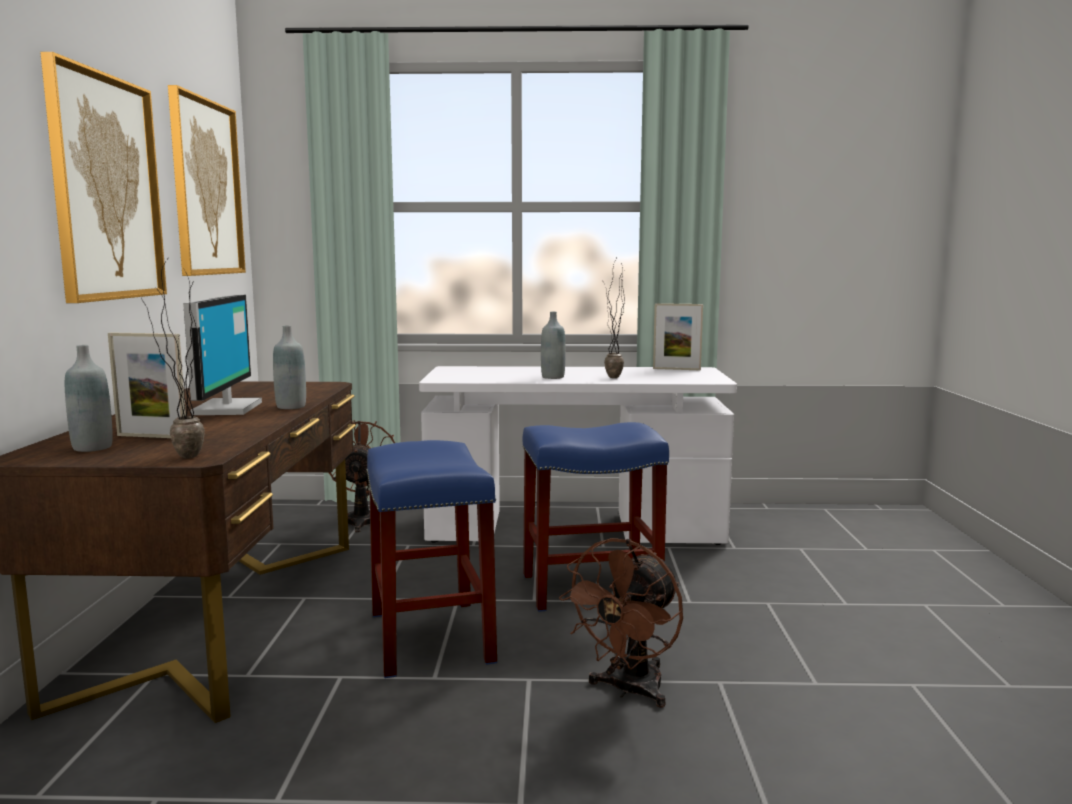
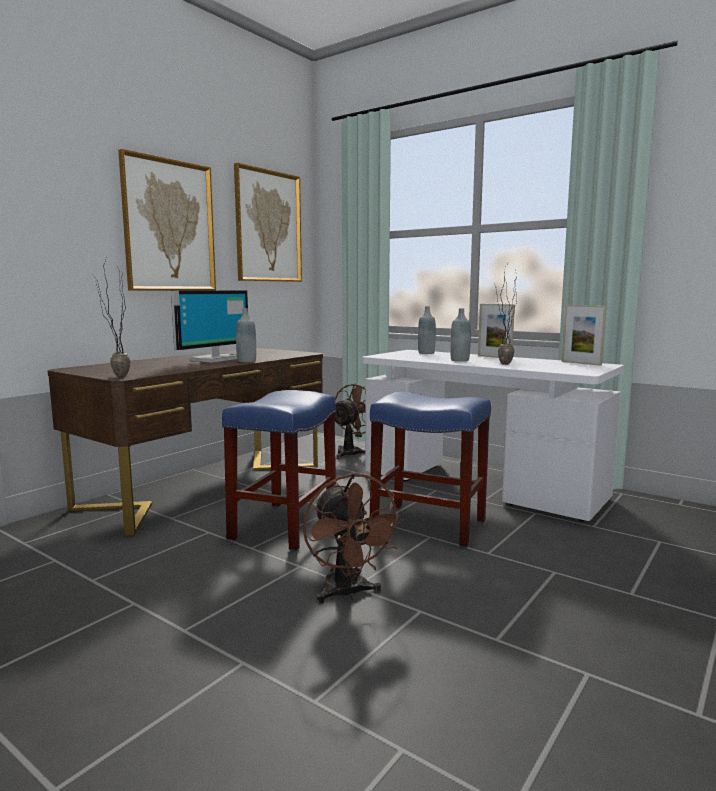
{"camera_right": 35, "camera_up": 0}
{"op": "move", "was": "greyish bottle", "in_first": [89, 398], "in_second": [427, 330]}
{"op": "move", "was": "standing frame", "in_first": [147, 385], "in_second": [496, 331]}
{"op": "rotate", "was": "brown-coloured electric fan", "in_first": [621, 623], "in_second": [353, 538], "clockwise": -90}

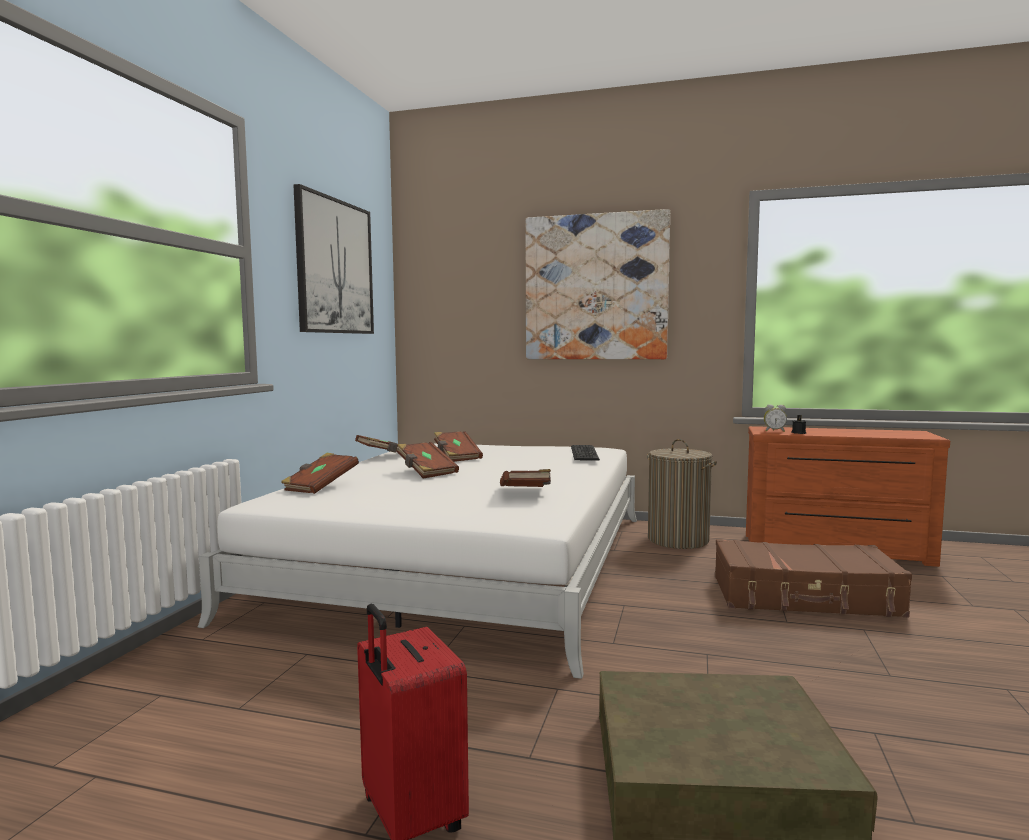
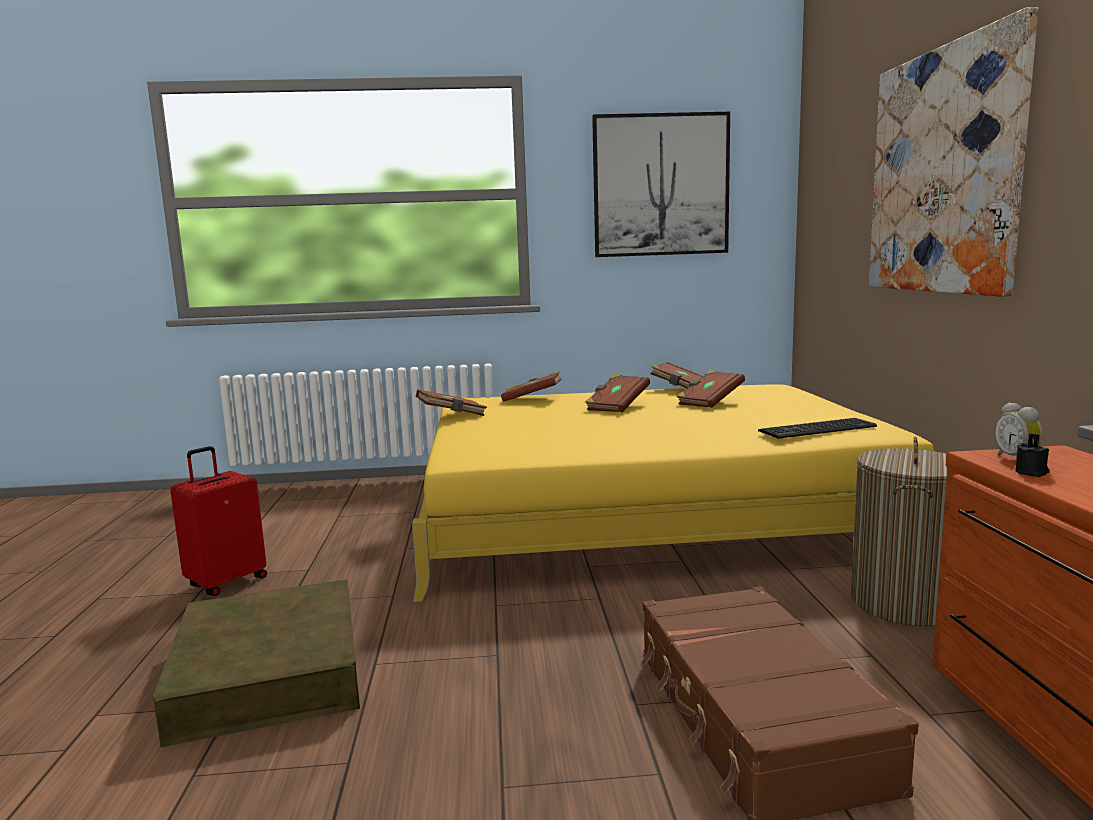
{"camera_right": 70, "camera_up": 5}
{"op": "recolor", "was": "whitish bed", "now": "yellow-coloured bed", "in_first": [417, 561], "in_second": [673, 493]}
{"op": "move", "was": "brown-coloured bound book", "in_first": [525, 478], "in_second": [451, 402]}

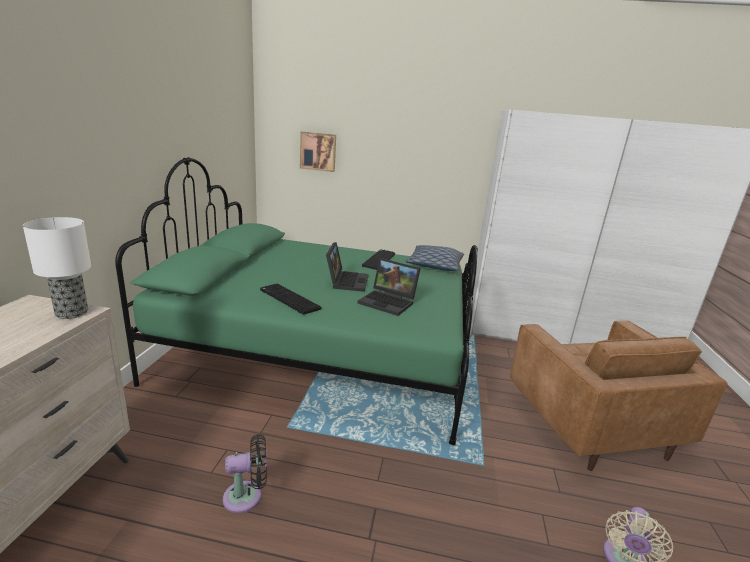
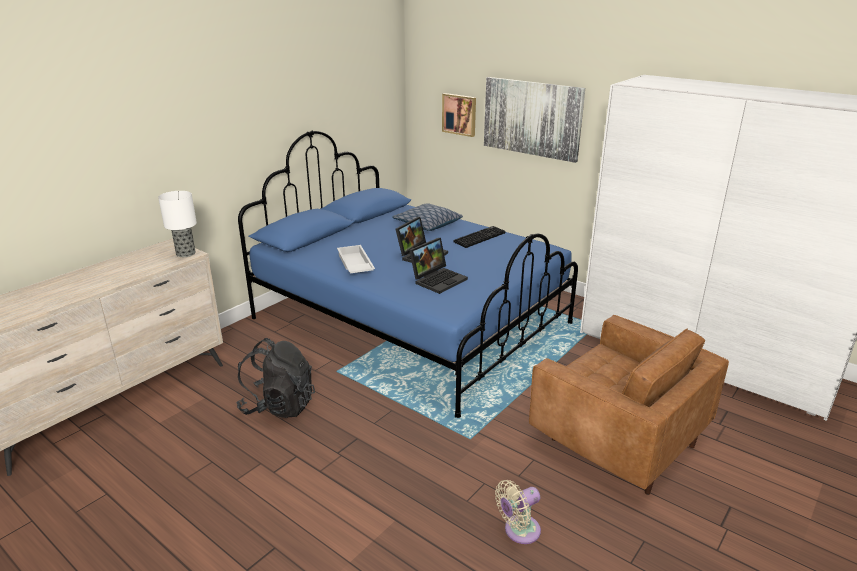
{"camera_right": 30, "camera_up": 5}
{"op": "recolor", "was": "greenish bed", "now": "blue bed", "in_first": [296, 301], "in_second": [408, 274]}
{"op": "replace", "was": "black-coloured electric fan", "now": "black-coloured backpack", "in_first": [245, 473], "in_second": [275, 378]}
{"op": "replace", "was": "computer keyboard", "now": "whitish carrying tray", "in_first": [291, 299], "in_second": [356, 259]}
{"op": "rotate", "was": "portable computer", "in_first": [389, 287], "in_second": [438, 266], "clockwise": -105}
{"op": "move", "was": "cushion", "in_first": [435, 258], "in_second": [427, 217]}
{"op": "rotate", "was": "brown-coloured easy chair", "in_first": [618, 396], "in_second": [629, 405], "clockwise": -60}
{"op": "insert", "now": "picture", "in_second": [534, 120]}

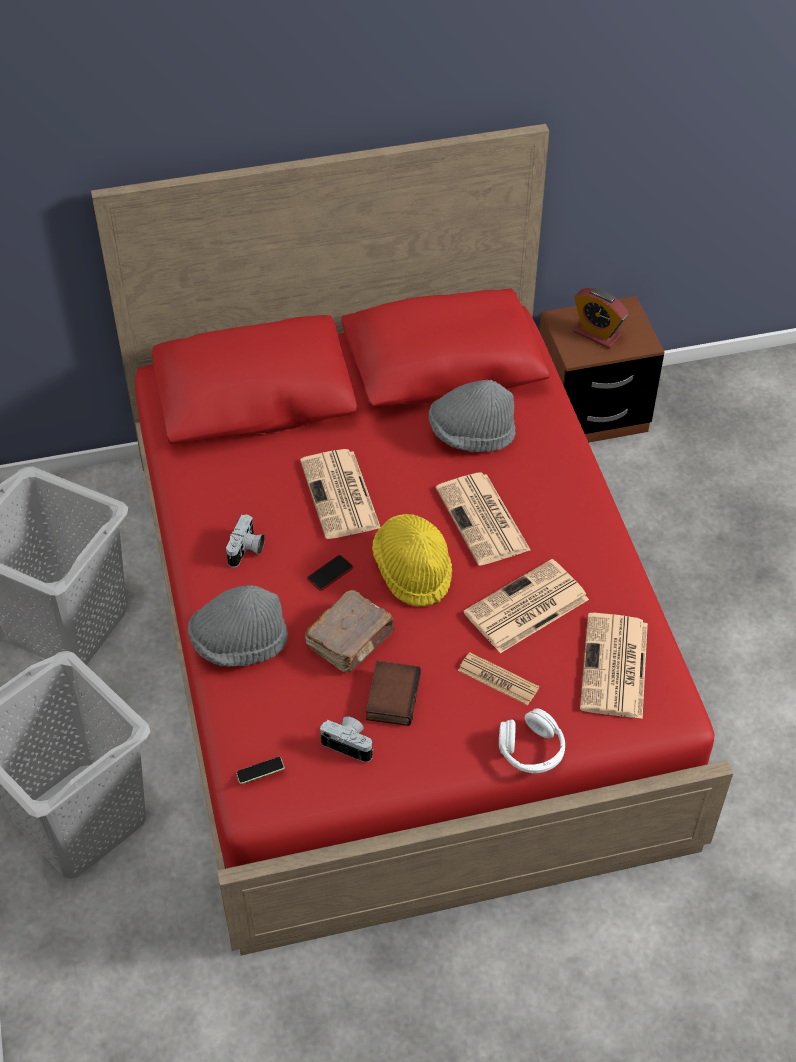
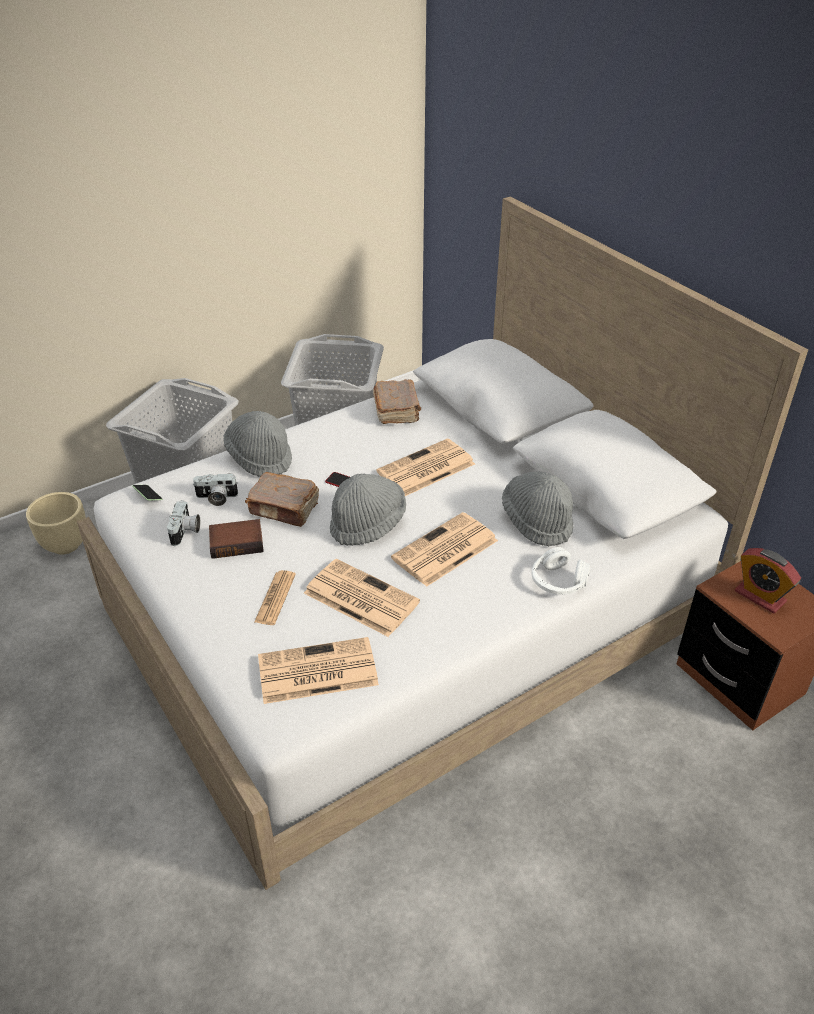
{"camera_right": 70, "camera_up": -10}
{"op": "recolor", "was": "reddish bed", "now": "whitish bed", "in_first": [412, 539], "in_second": [442, 543]}
{"op": "move", "was": "still camera", "in_first": [245, 541], "in_second": [215, 489]}
{"op": "recolor", "was": "yellow-coloured wearable hat", "now": "greyish wearable hat", "in_first": [412, 560], "in_second": [368, 510]}
{"op": "move", "was": "whitish headset", "in_first": [532, 740], "in_second": [561, 571]}
{"op": "rotate", "was": "alarm clock", "in_first": [601, 318], "in_second": [768, 581], "clockwise": -60}
{"op": "insert", "now": "beige-coloured plant pot", "in_second": [56, 523]}
{"op": "insert", "now": "brown-coloured bound book", "in_second": [397, 401]}

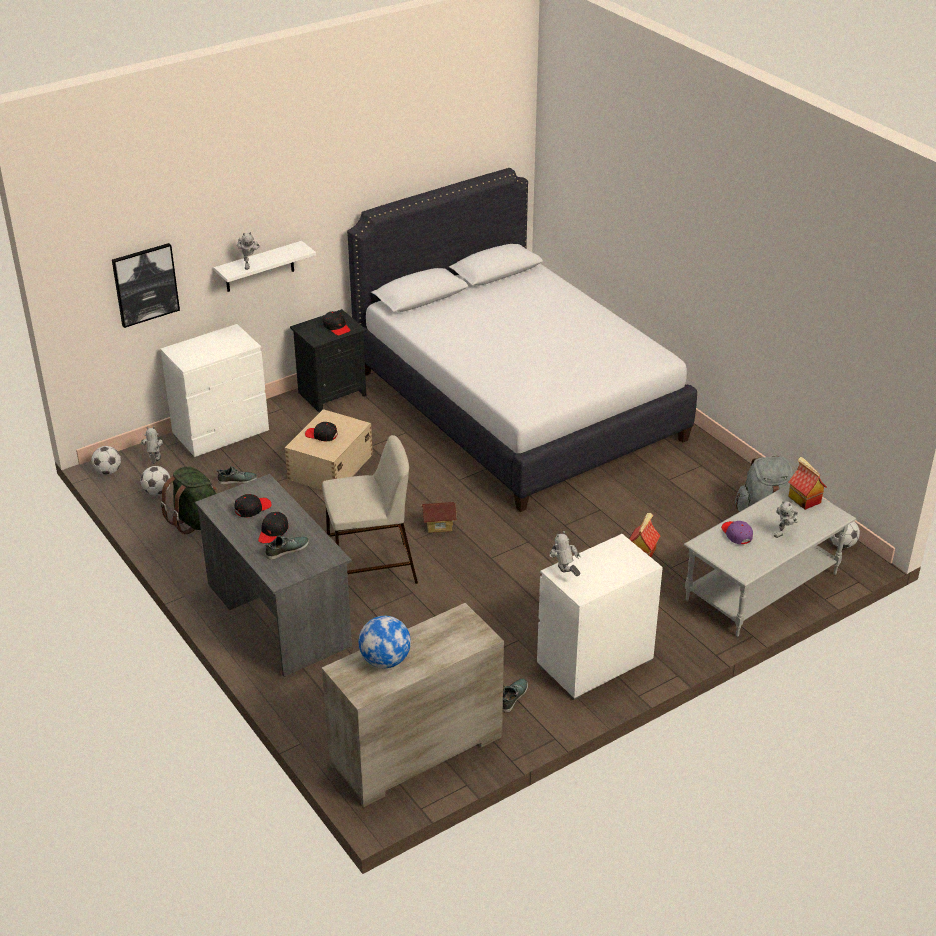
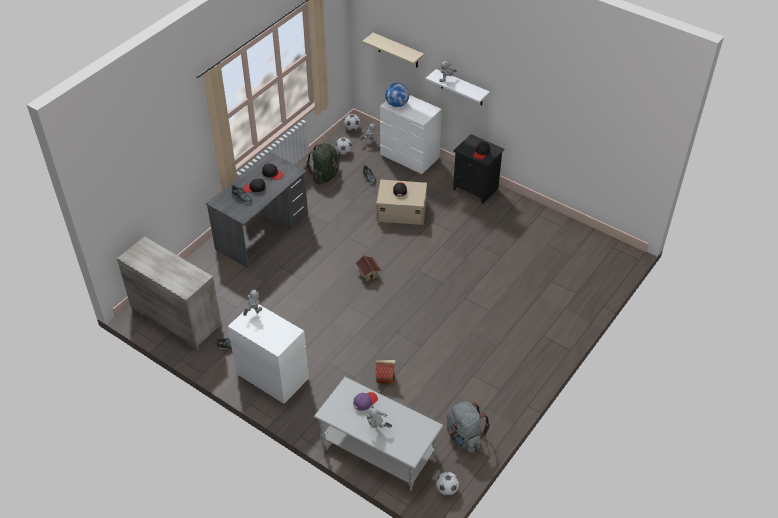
{"camera_right": 70, "camera_up": 10}
{"op": "replace", "was": "picture", "now": "beige-coloured bracket shelf", "in_first": [146, 285], "in_second": [393, 50]}
{"op": "delete", "was": "beige-coloured stool", "in_first": [370, 509]}
{"op": "delete", "was": "whitish bed", "in_first": [522, 340]}
{"op": "move", "was": "desk globe", "in_first": [385, 642], "in_second": [397, 94]}
{"op": "delete", "was": "toy house", "in_first": [807, 483]}

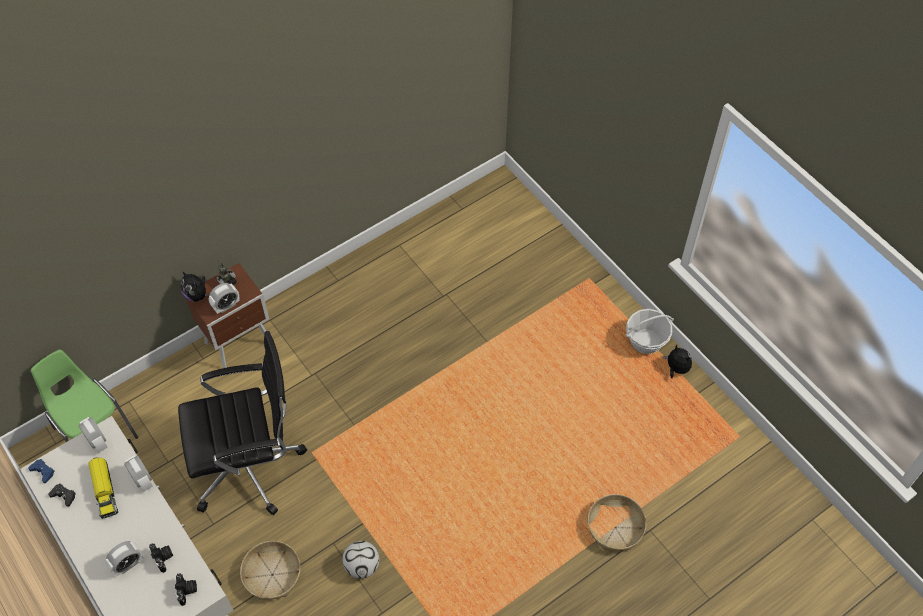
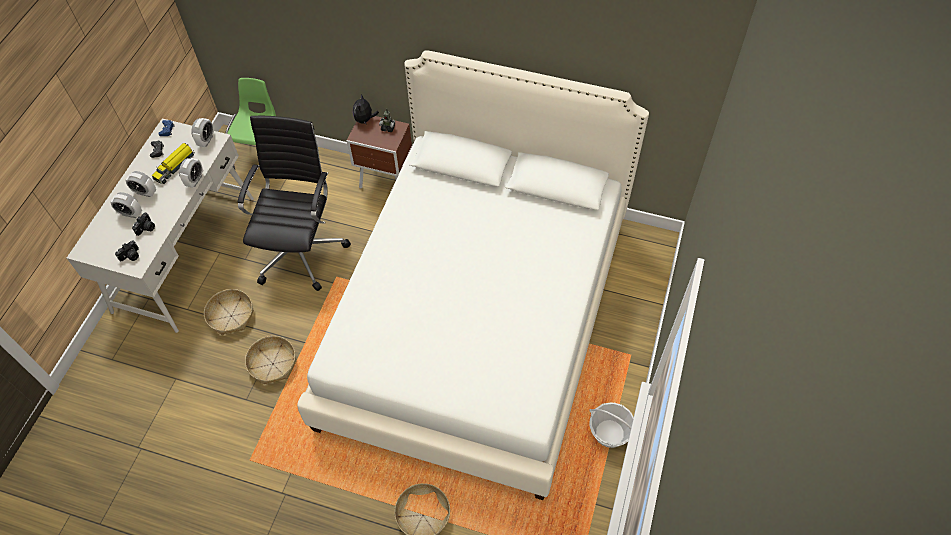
{"camera_right": 55, "camera_up": 0}
{"op": "rotate", "was": "black-coloured computer chair", "in_first": [242, 423], "in_second": [294, 203], "clockwise": -120}
{"op": "move", "was": "alarm clock", "in_first": [224, 298], "in_second": [141, 184]}
{"op": "replace", "was": "football", "now": "basket", "in_first": [361, 560], "in_second": [270, 360]}
{"op": "delete", "was": "plush toy", "in_first": [677, 361]}
{"op": "insert", "now": "whitish bed", "in_second": [473, 275]}

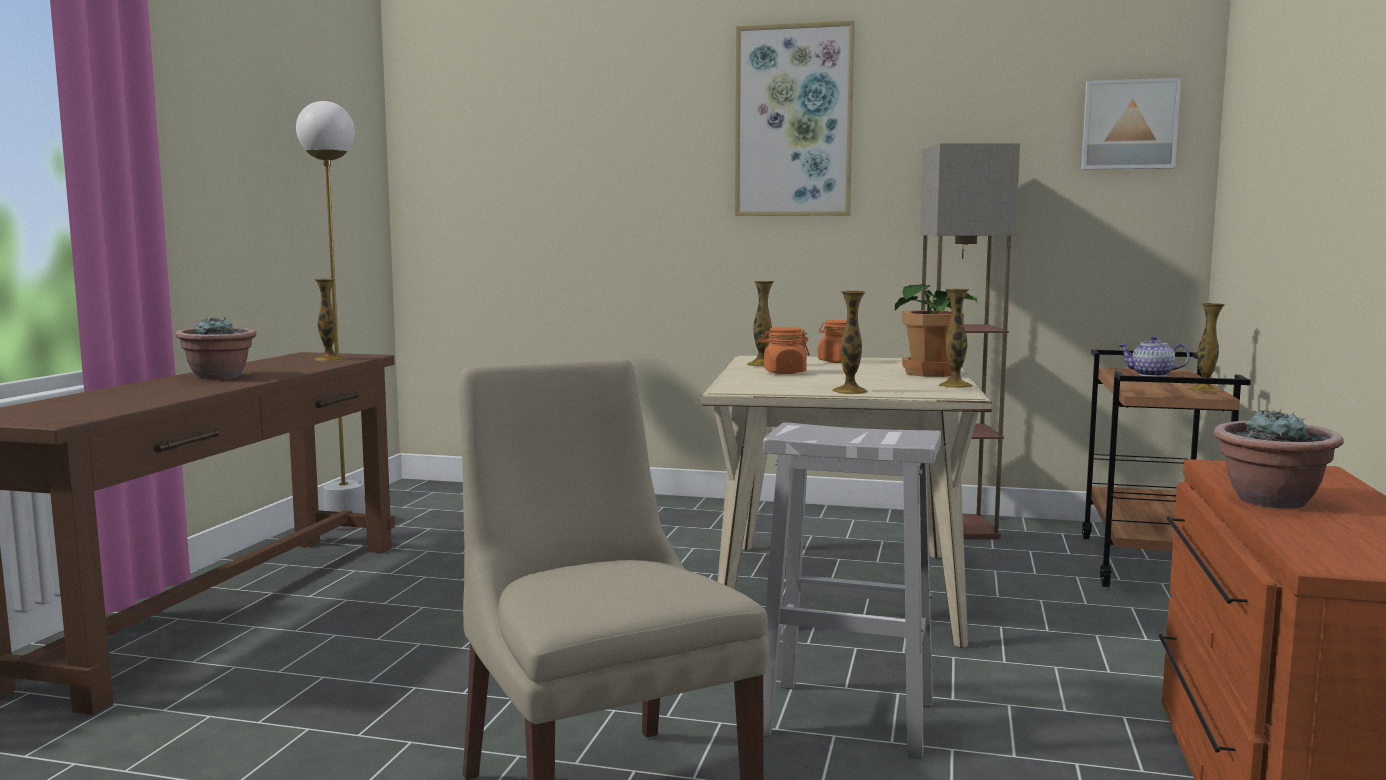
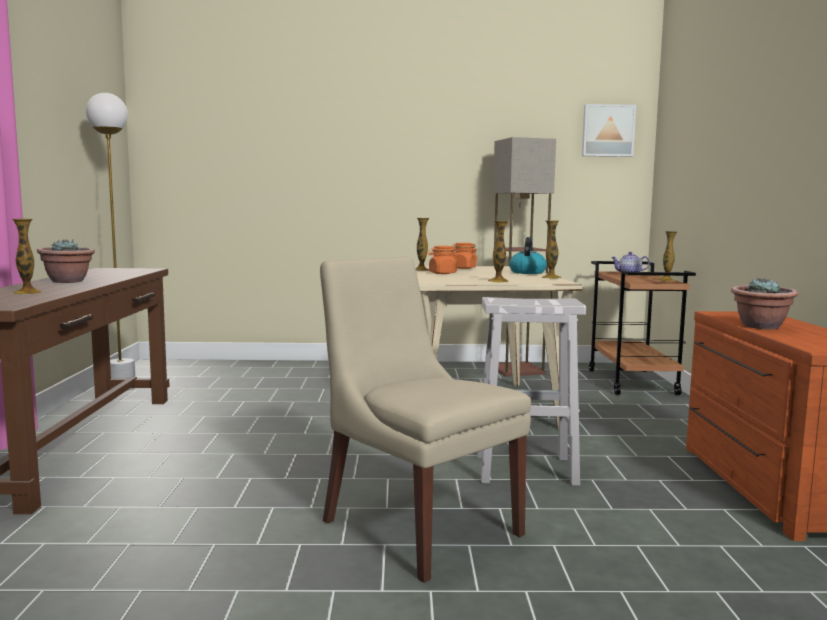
{"camera_right": -15, "camera_up": 0}
{"op": "move", "was": "flower vase", "in_first": [329, 319], "in_second": [27, 256]}
{"op": "delete", "was": "picture", "in_first": [795, 118]}
{"op": "replace", "was": "plant in a pot", "now": "tea kettle", "in_first": [936, 330], "in_second": [528, 255]}

